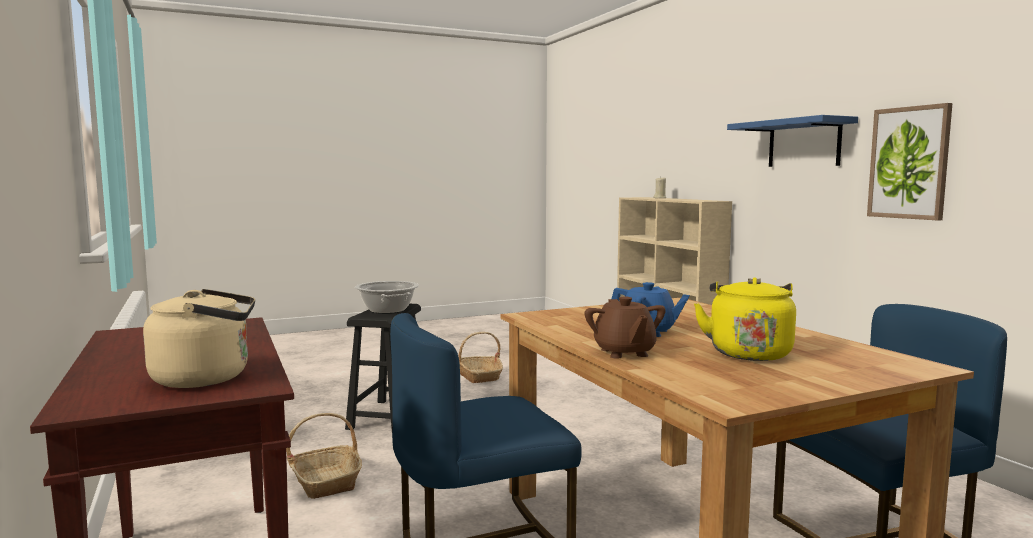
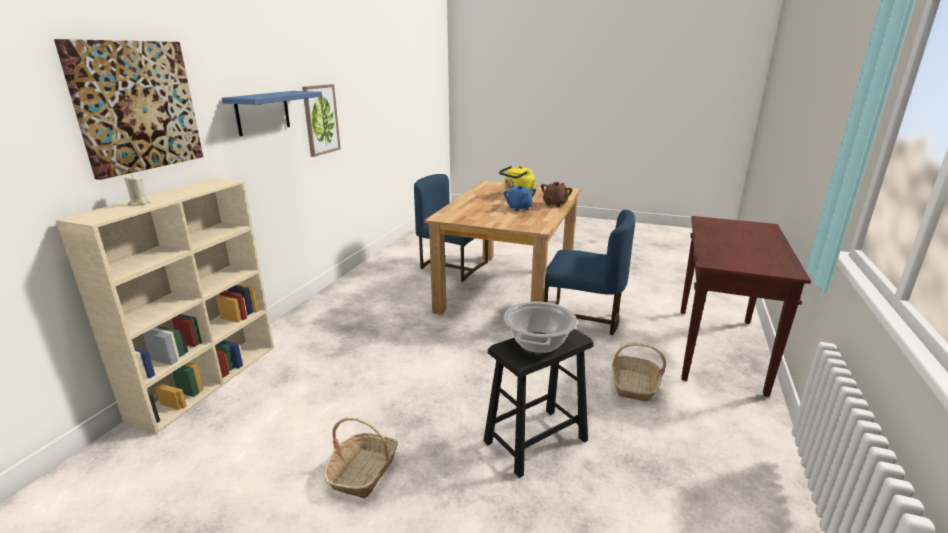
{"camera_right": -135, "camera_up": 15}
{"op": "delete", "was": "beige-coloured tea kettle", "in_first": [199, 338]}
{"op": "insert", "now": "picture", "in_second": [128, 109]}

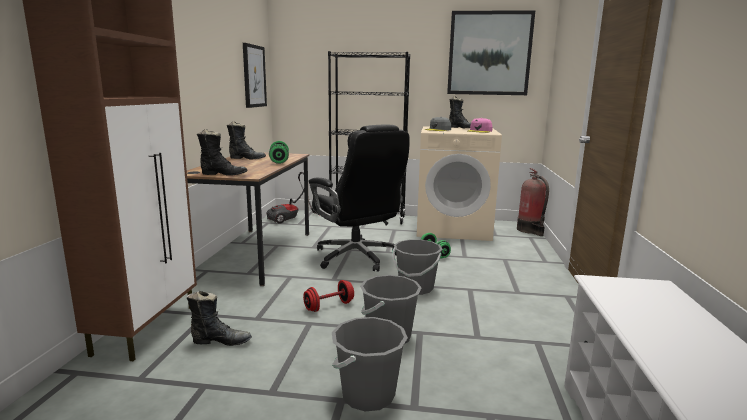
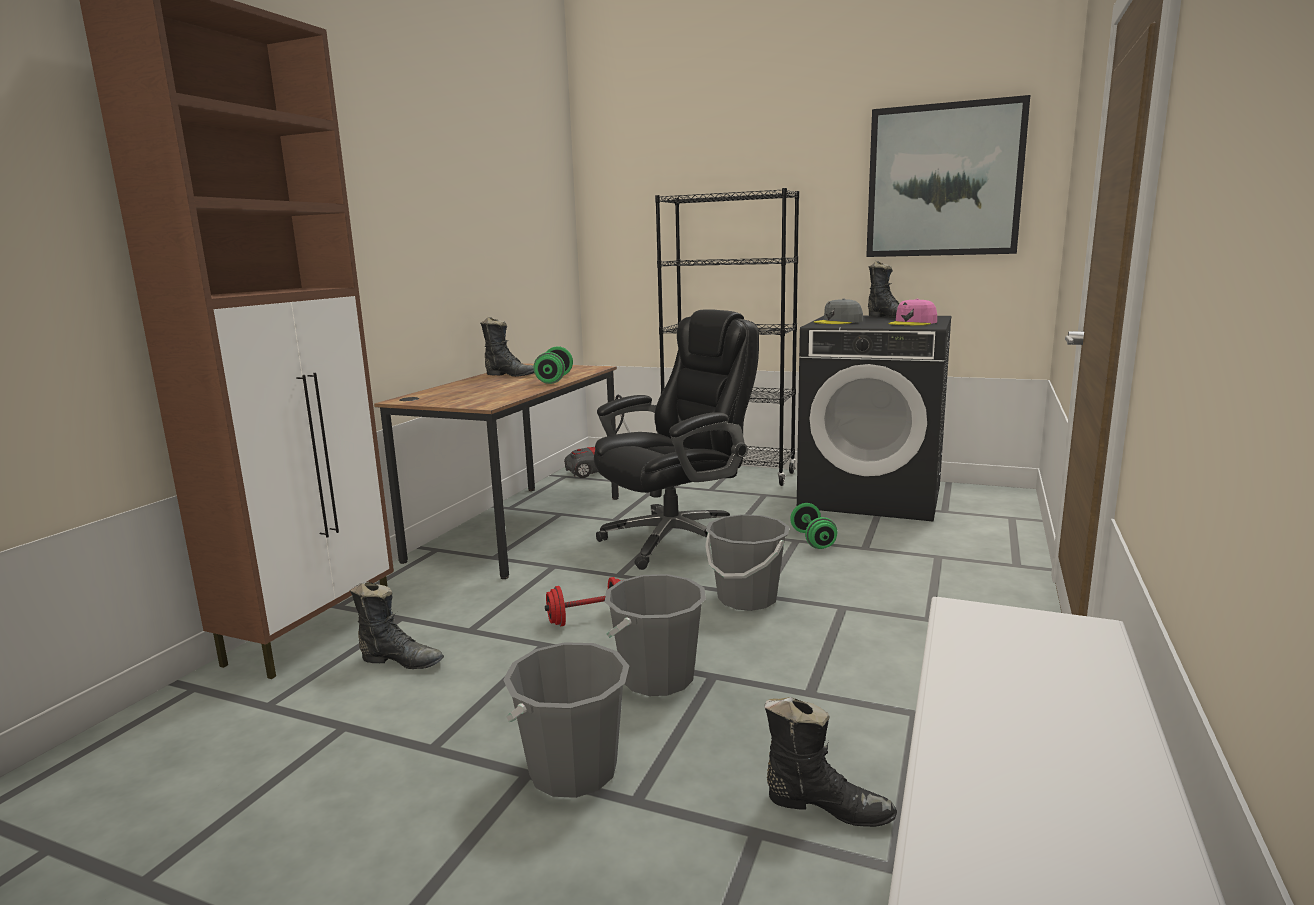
{"camera_right": 15, "camera_up": 0}
{"op": "move", "was": "black-coloured high-top boot", "in_first": [222, 152], "in_second": [830, 762]}
{"op": "delete", "was": "picture", "in_first": [255, 75]}
{"op": "rotate", "was": "black-coloured computer chair", "in_first": [359, 198], "in_second": [676, 439], "clockwise": -105}
{"op": "recolor", "was": "beige-coloured laundry appliance", "now": "black-coloured laundry appliance", "in_first": [459, 183], "in_second": [874, 418]}
{"op": "delete", "was": "fire-fighting cylinder", "in_first": [533, 202]}

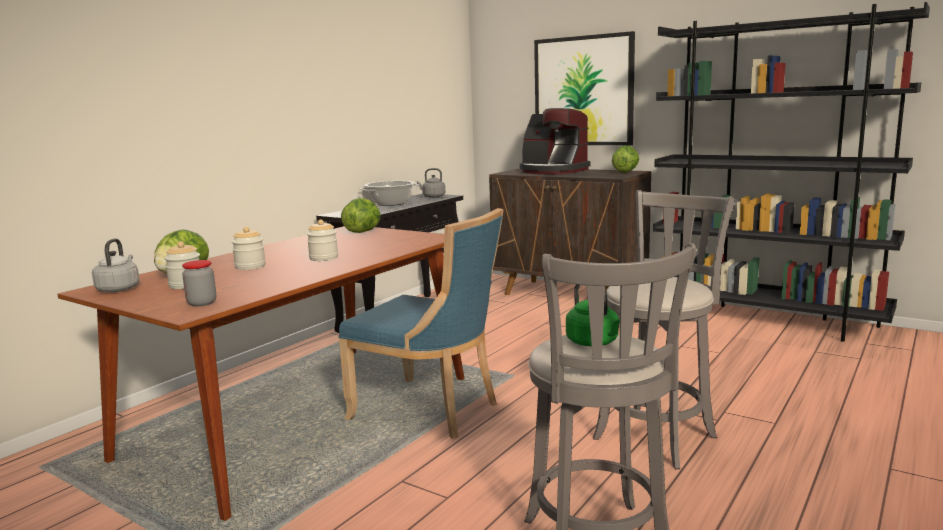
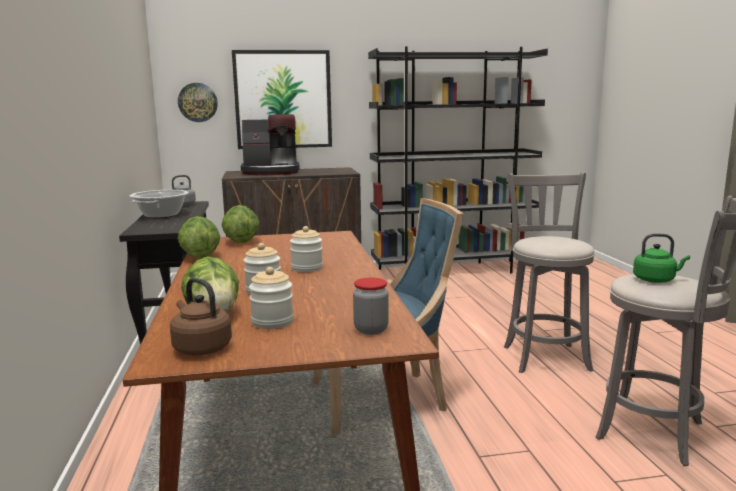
{"camera_right": -45, "camera_up": 0}
{"op": "recolor", "was": "greyish tea kettle", "now": "brown-coloured tea kettle", "in_first": [115, 265], "in_second": [201, 317]}
{"op": "move", "was": "lettuce head", "in_first": [625, 159], "in_second": [199, 237]}
{"op": "insert", "now": "hanging clock", "in_second": [198, 102]}

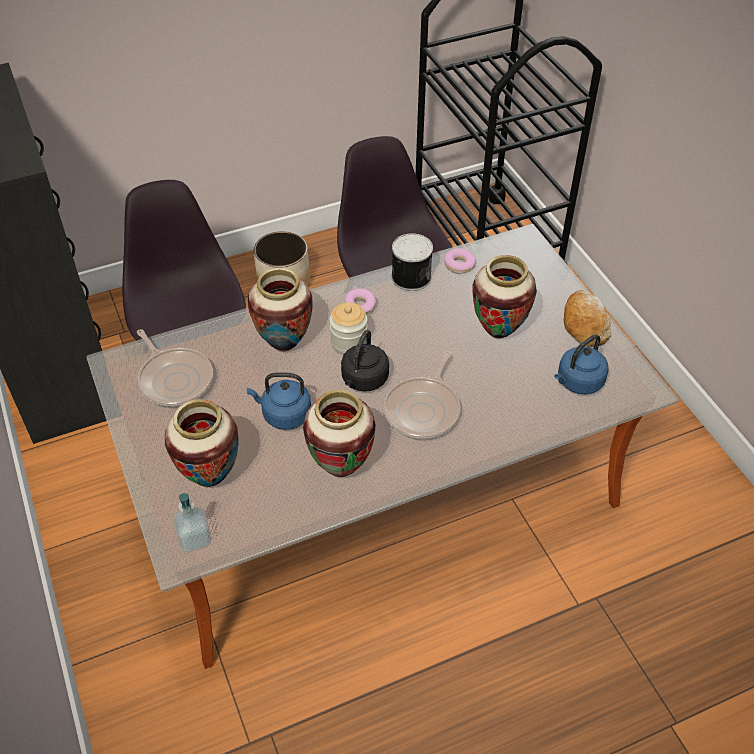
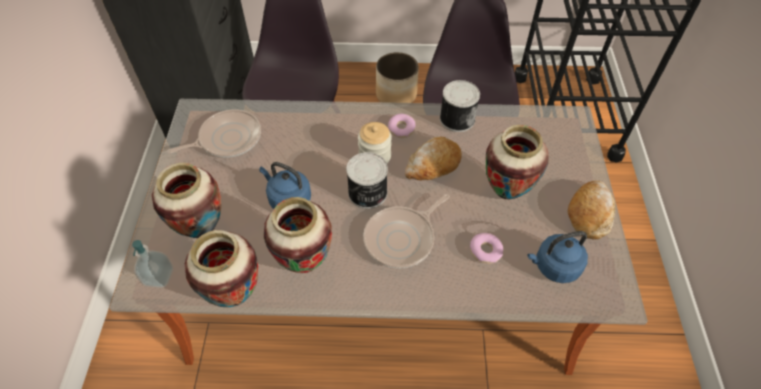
{"camera_right": 25, "camera_up": 5}
{"op": "rotate", "was": "frying pan", "in_first": [175, 368], "in_second": [214, 133], "clockwise": -105}
{"op": "move", "was": "flower vase", "in_first": [280, 310], "in_second": [221, 268]}
{"op": "replace", "was": "black-coloured tea kettle", "now": "can", "in_first": [365, 360], "in_second": [367, 180]}
{"op": "move", "was": "ring doughnut", "in_first": [460, 260], "in_second": [486, 248]}
{"op": "insert", "now": "bread", "in_second": [433, 158]}

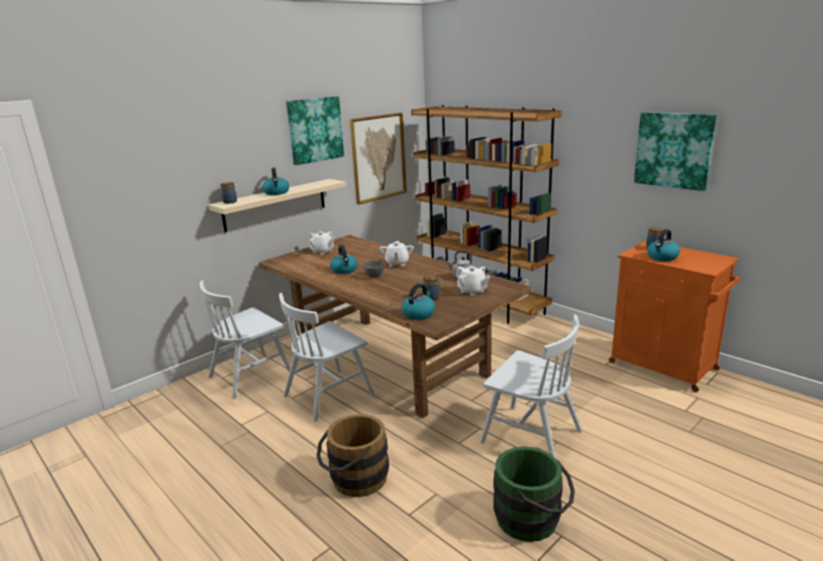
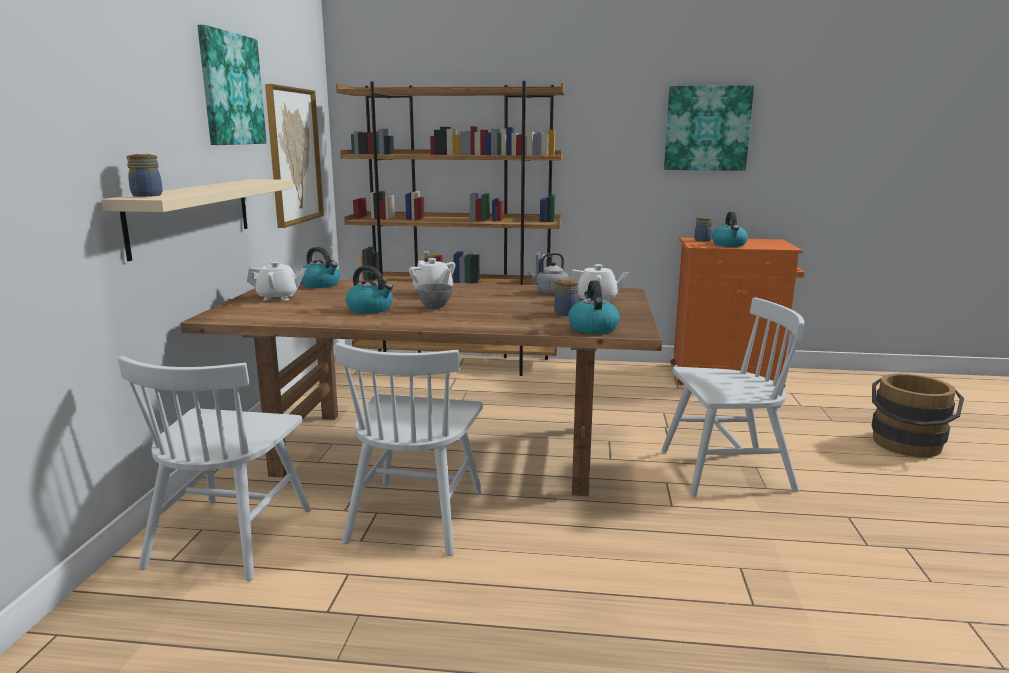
{"camera_right": -40, "camera_up": -5}
{"op": "move", "was": "tea kettle", "in_first": [275, 181], "in_second": [320, 267]}
{"op": "move", "was": "brown-coloured pail", "in_first": [352, 455], "in_second": [918, 415]}
{"op": "delete", "was": "greenish pail", "in_first": [534, 494]}

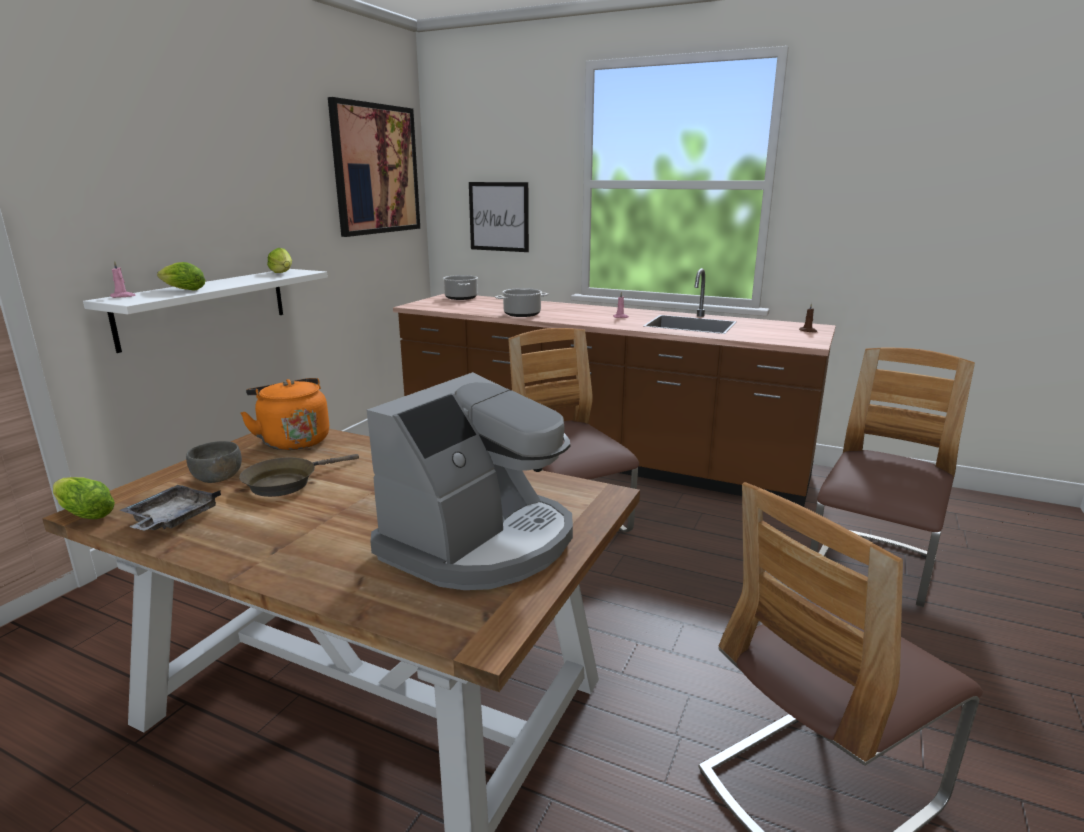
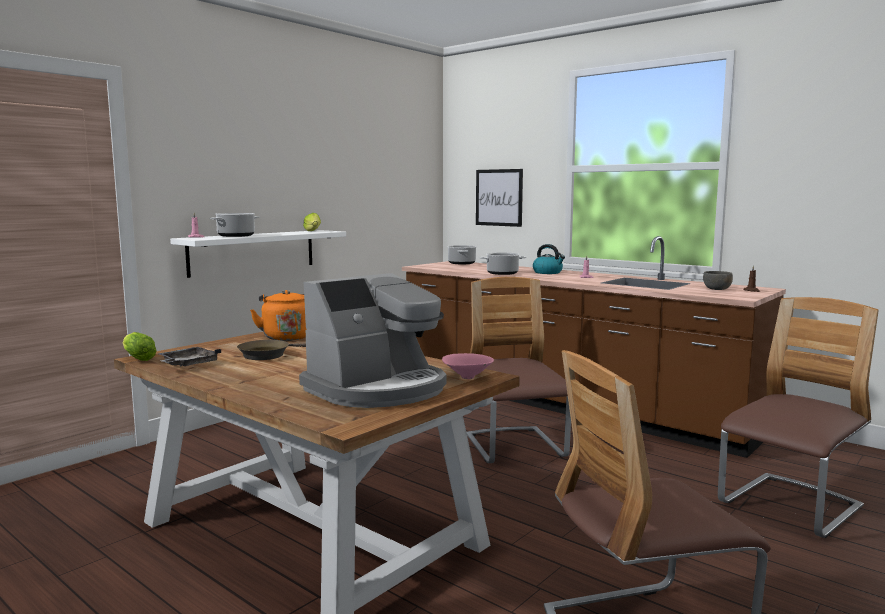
{"camera_right": 15, "camera_up": -10}
{"op": "replace", "was": "lettuce head", "now": "cooking pot", "in_first": [181, 276], "in_second": [234, 225]}
{"op": "move", "was": "greyish deep dish", "in_first": [214, 462], "in_second": [718, 280]}
{"op": "delete", "was": "picture", "in_first": [374, 167]}
{"op": "insert", "now": "pinkish deep dish", "in_second": [468, 366]}
{"op": "insert", "now": "tea kettle", "in_second": [549, 259]}

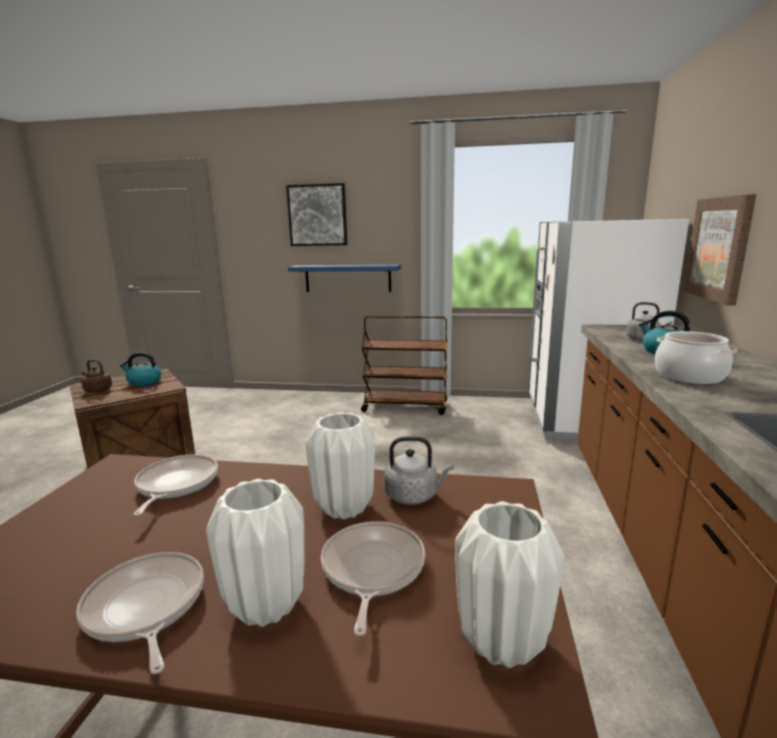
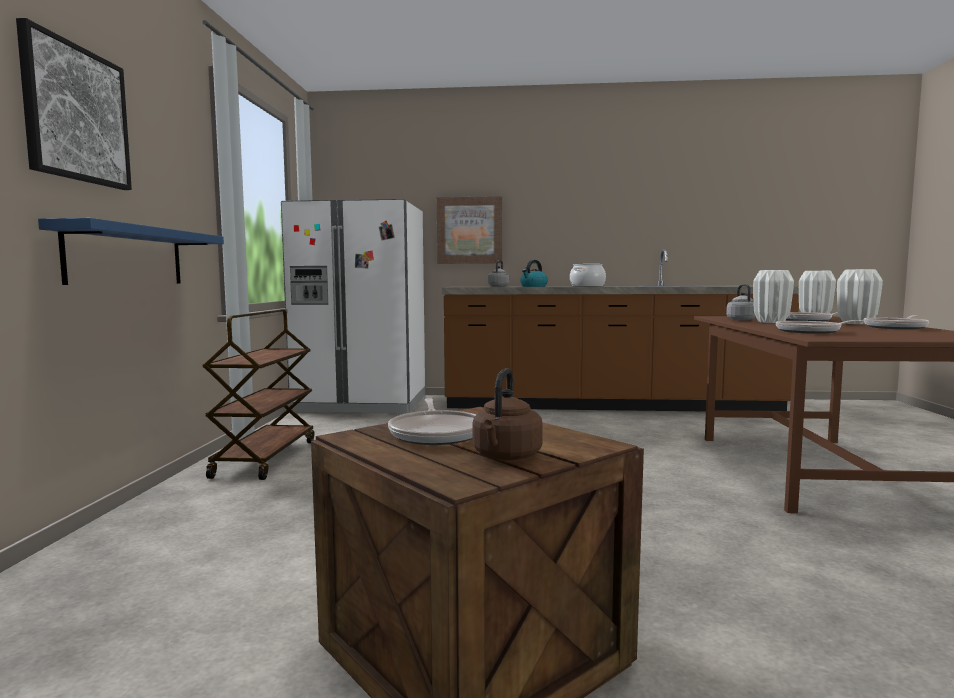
{"camera_right": -95, "camera_up": -10}
{"op": "replace", "was": "tea kettle", "now": "frying pan", "in_first": [140, 369], "in_second": [432, 421]}

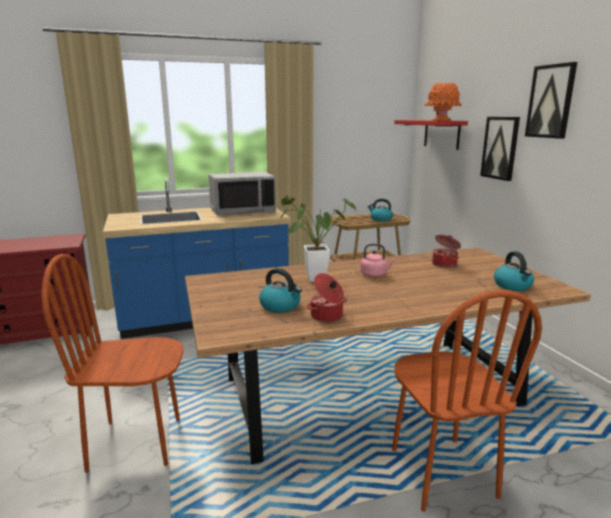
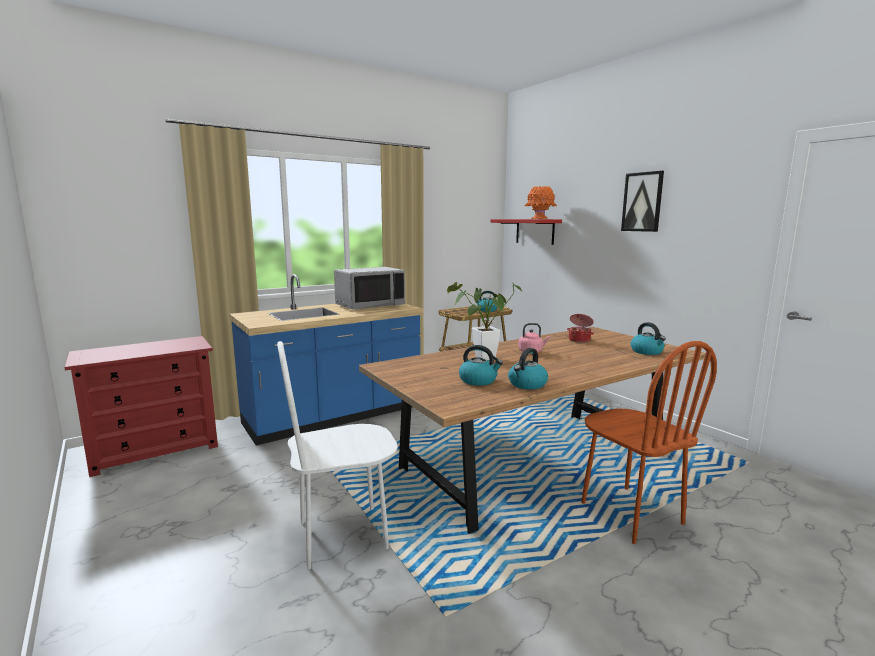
{"camera_right": -15, "camera_up": -5}
{"op": "recolor", "was": "brown-coloured upright chair", "now": "whitish upright chair", "in_first": [112, 363], "in_second": [337, 455]}
{"op": "replace", "was": "cooking pot", "now": "tea kettle", "in_first": [326, 297], "in_second": [528, 369]}
{"op": "delete", "was": "picture", "in_first": [500, 149]}

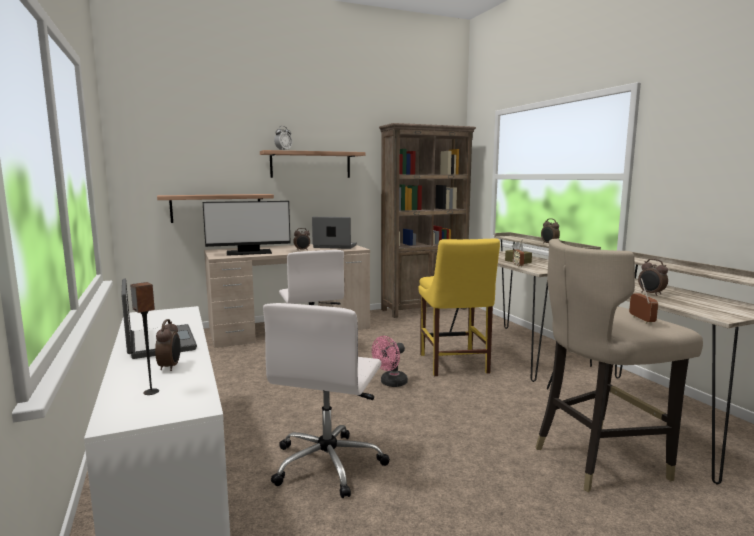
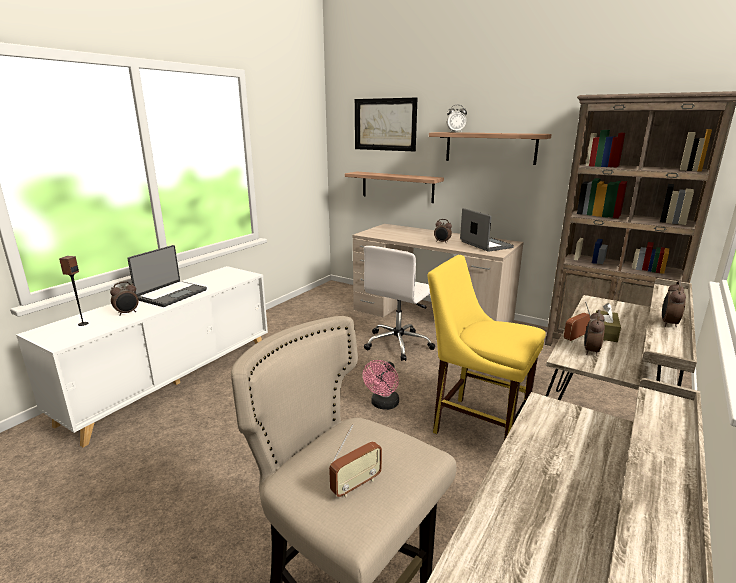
{"camera_right": 55, "camera_up": 10}
{"op": "delete", "was": "computer screen", "in_first": [247, 228]}
{"op": "delete", "was": "whitish computer chair", "in_first": [326, 400]}
{"op": "rotate", "was": "pinkish electric fan", "in_first": [390, 361], "in_second": [381, 385], "clockwise": -75}
{"op": "rotate", "was": "yellow-coloured upright chair", "in_first": [459, 307], "in_second": [487, 348], "clockwise": 75}
{"op": "move", "was": "alarm clock", "in_first": [653, 277], "in_second": [594, 333]}
{"op": "insert", "now": "picture", "in_second": [386, 125]}

